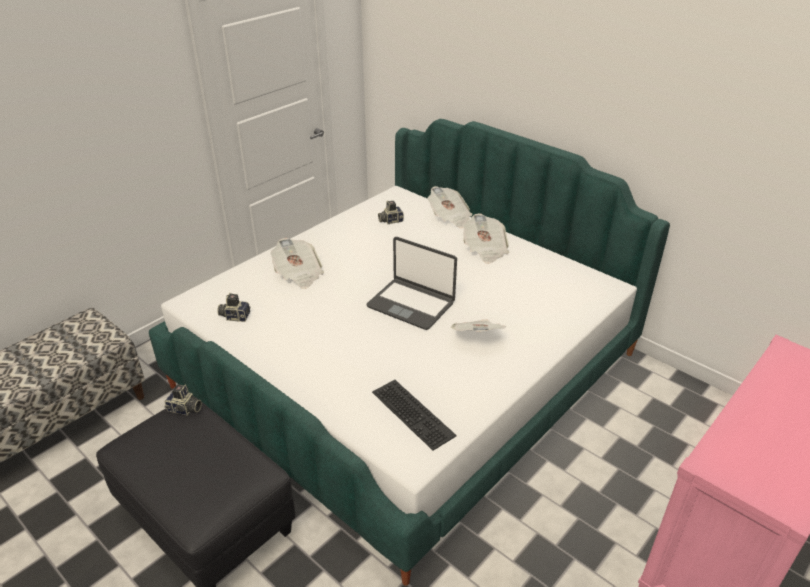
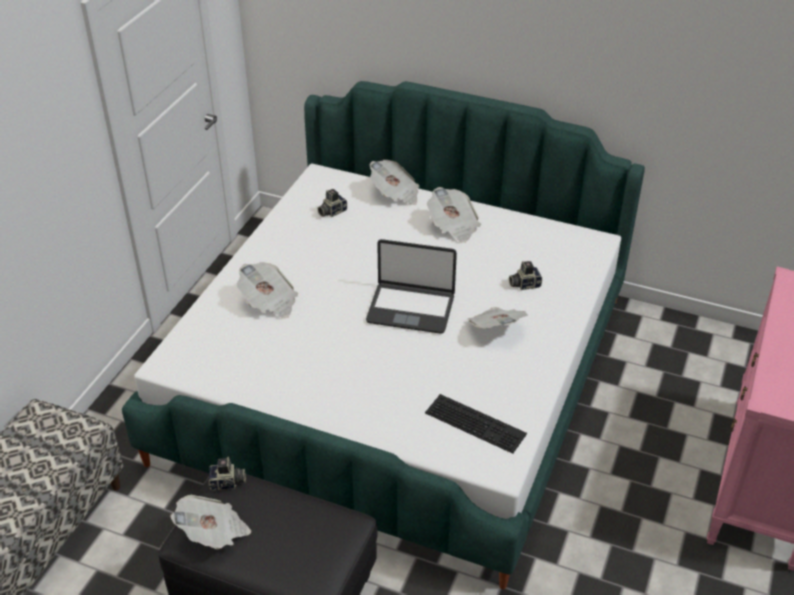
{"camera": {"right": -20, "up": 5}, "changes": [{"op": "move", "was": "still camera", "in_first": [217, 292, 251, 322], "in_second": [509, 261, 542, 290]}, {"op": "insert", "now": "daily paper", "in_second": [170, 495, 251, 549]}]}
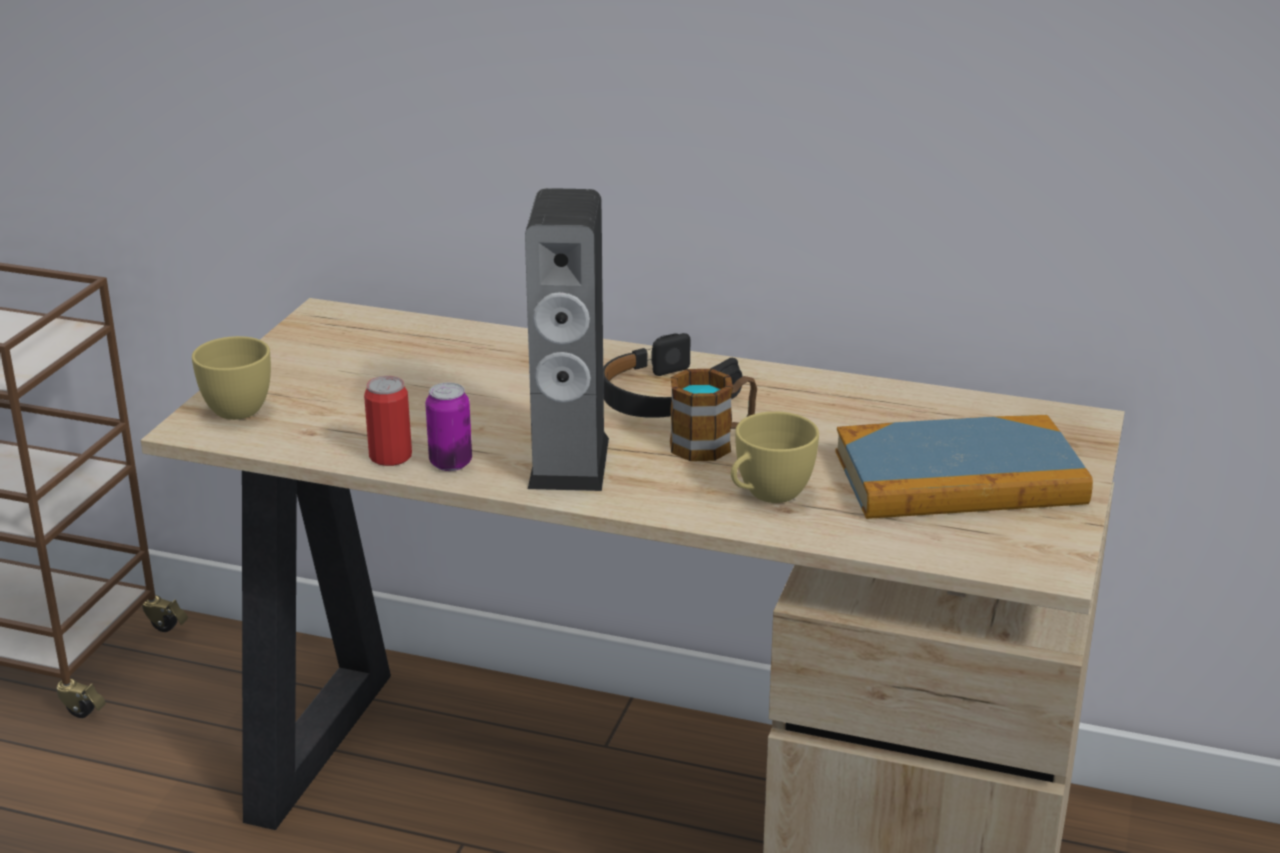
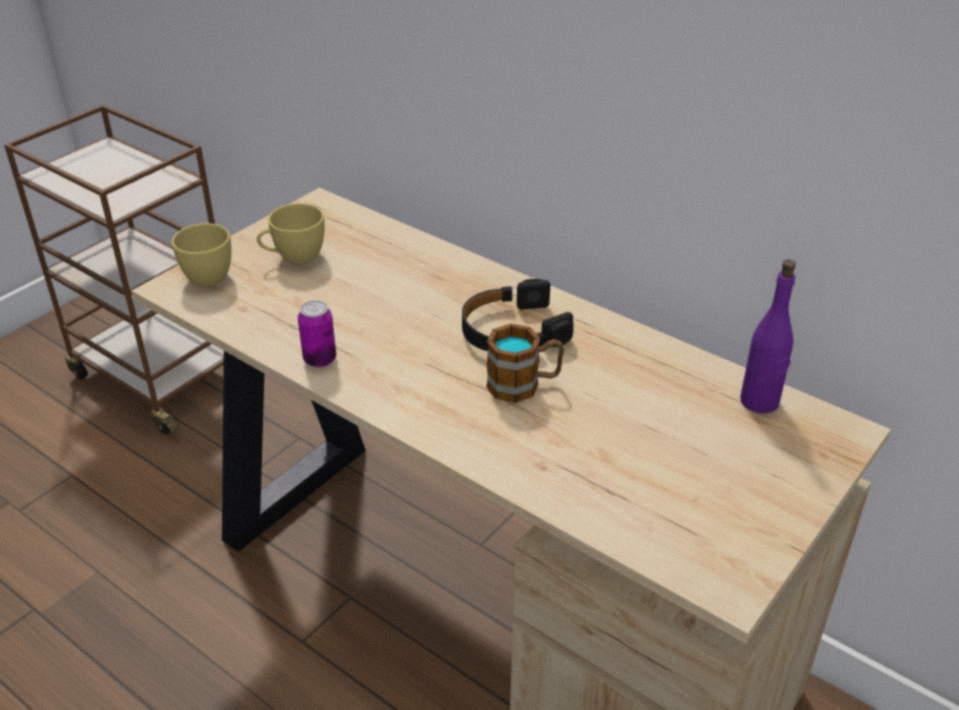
{"camera": {"right": 20, "up": 10}, "changes": [{"op": "delete", "was": "sealed can", "in_first": [364, 376, 412, 466]}, {"op": "delete", "was": "audio speaker", "in_first": [525, 188, 609, 491]}, {"op": "move", "was": "yellow small cup", "in_first": [731, 411, 819, 503], "in_second": [257, 203, 325, 265]}, {"op": "delete", "was": "bound book", "in_first": [836, 415, 1093, 519]}, {"op": "insert", "now": "purple beverage bottle", "in_second": [740, 259, 796, 413]}]}
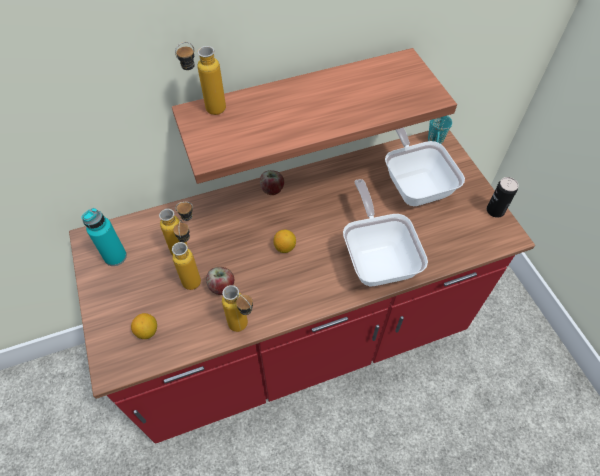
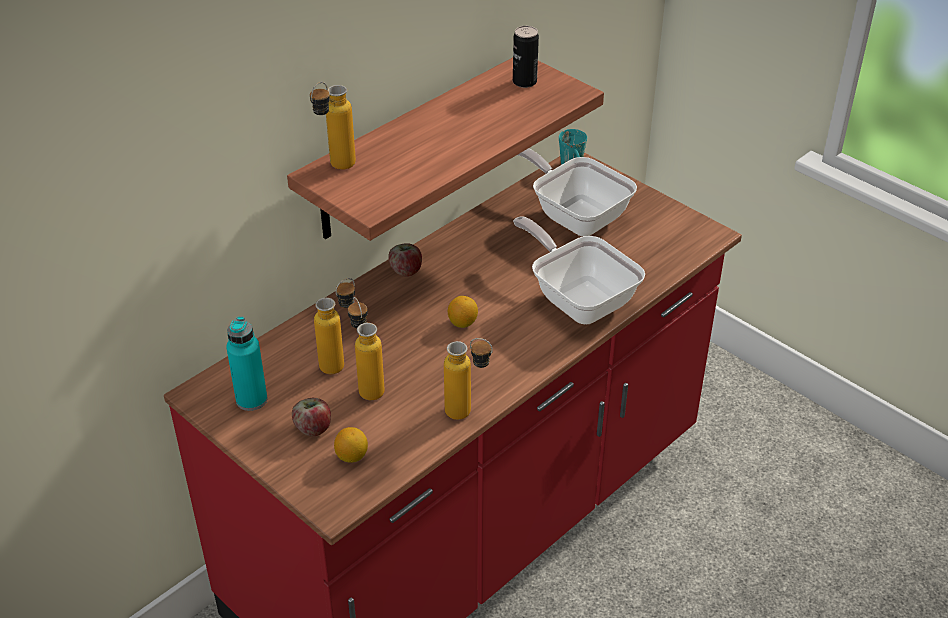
{"camera": {"right": -25, "up": -15}, "changes": [{"op": "move", "was": "apple", "in_first": [206, 267, 234, 295], "in_second": [292, 398, 331, 436]}, {"op": "move", "was": "sealed can", "in_first": [486, 177, 519, 218], "in_second": [513, 26, 539, 88]}]}
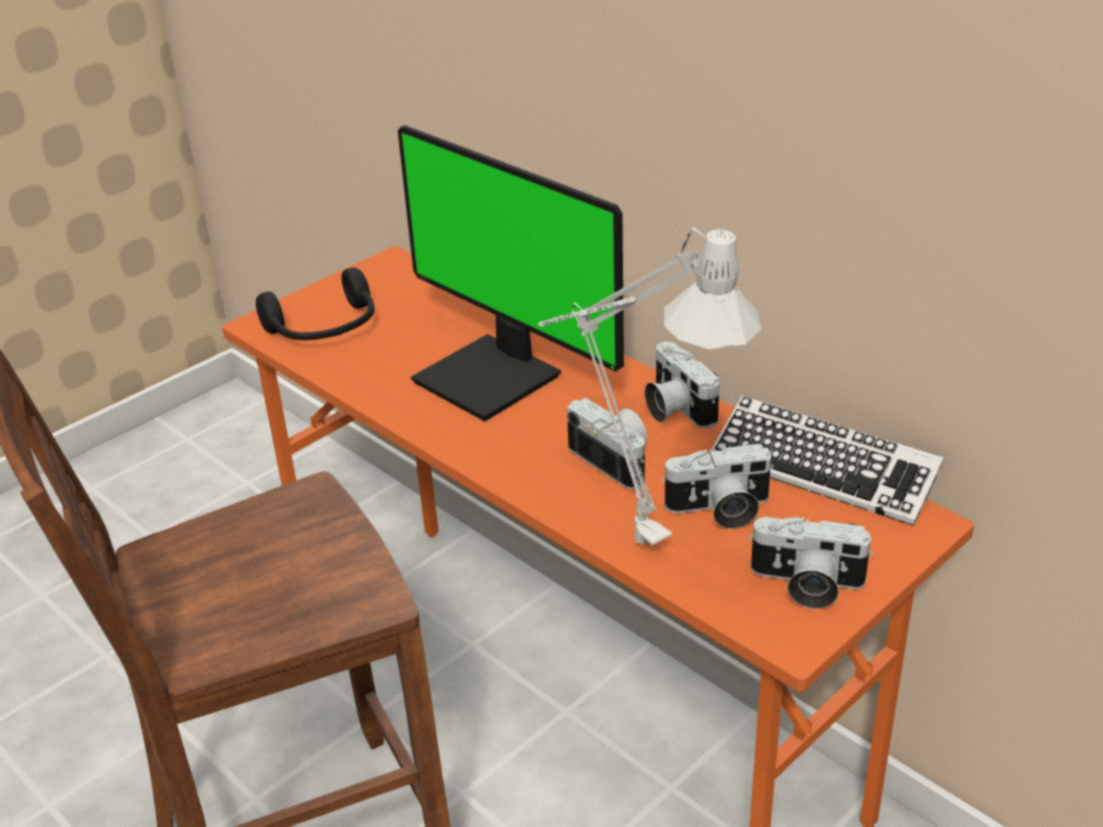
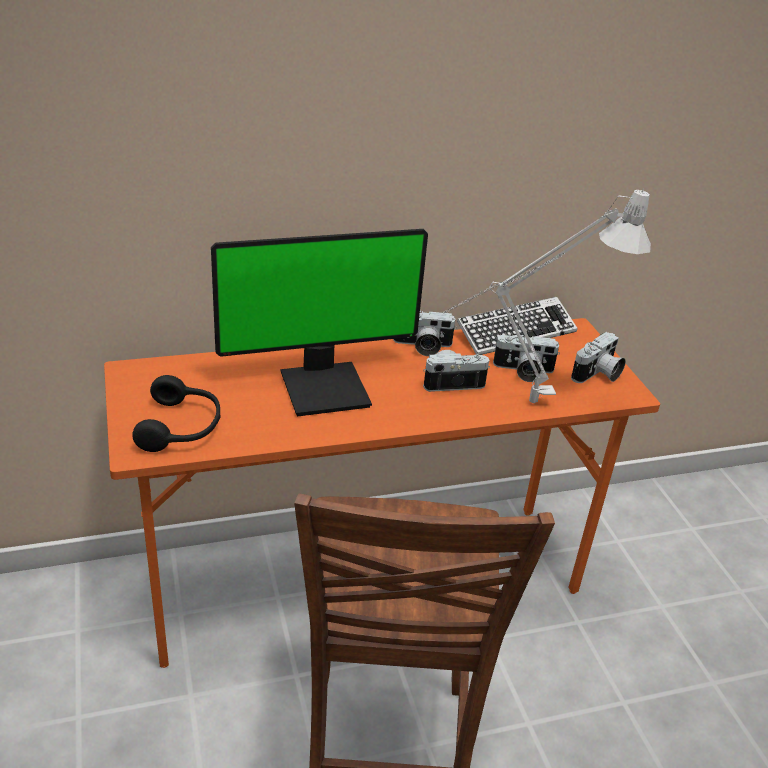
{"camera": {"right": -65, "up": 0}, "changes": [{"op": "rotate", "was": "still camera", "in_first": [661, 444, 774, 529], "in_second": [493, 335, 560, 382], "clockwise": 75}]}
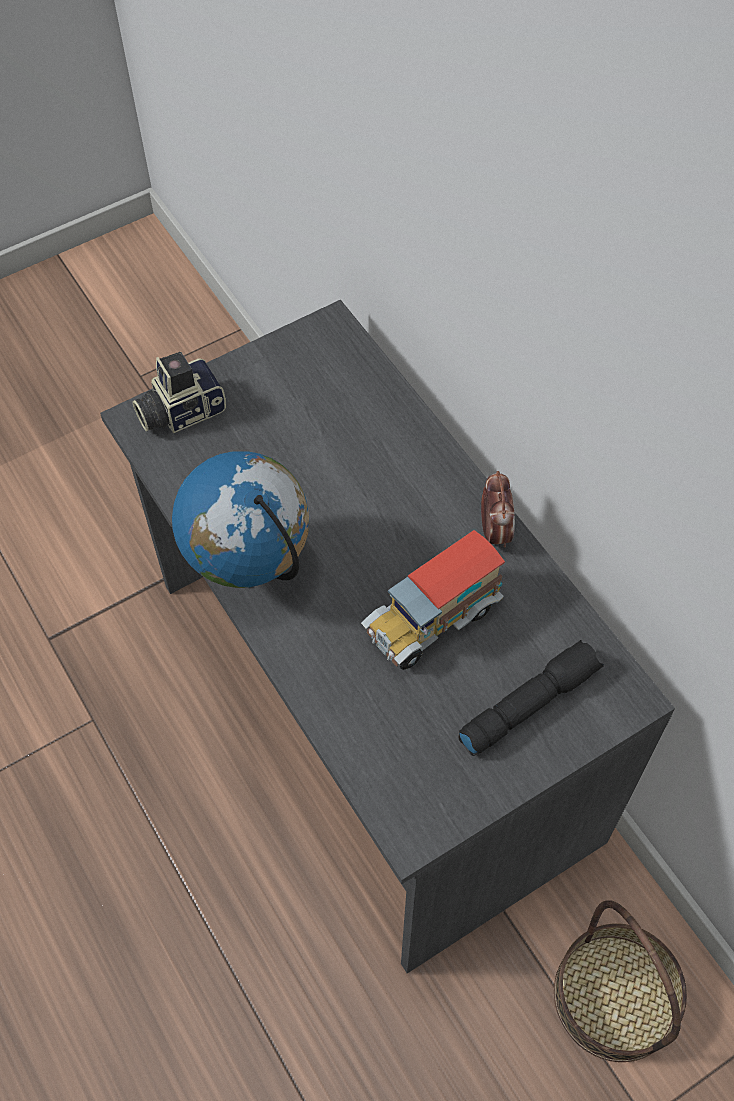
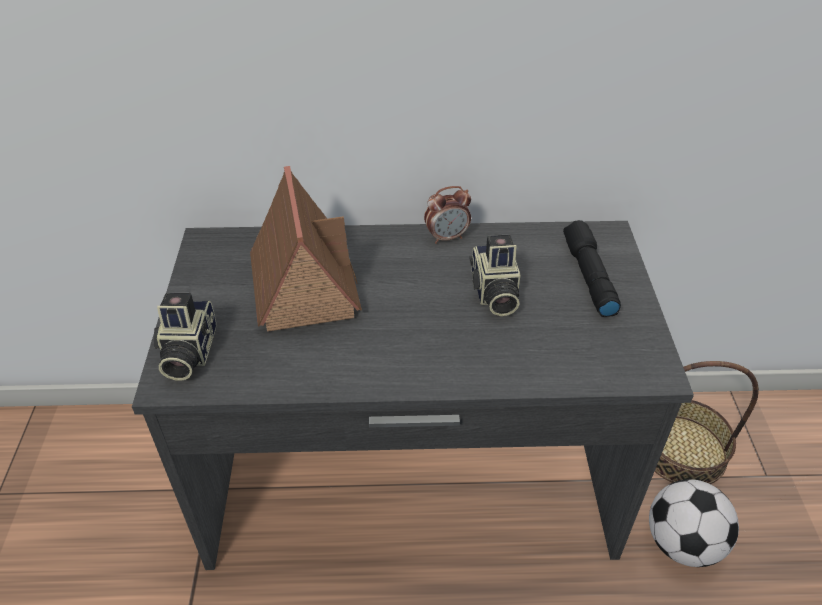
{"camera": {"right": -60, "up": -15}, "changes": [{"op": "delete", "was": "world globe", "in_first": [172, 451, 309, 588]}, {"op": "replace", "was": "model truck", "now": "still camera", "in_first": [361, 530, 505, 670], "in_second": [469, 234, 520, 316]}, {"op": "rotate", "was": "alarm clock", "in_first": [481, 471, 515, 547], "in_second": [424, 186, 471, 244], "clockwise": 135}, {"op": "insert", "now": "model house", "in_second": [250, 166, 362, 332]}, {"op": "insert", "now": "football", "in_second": [649, 479, 739, 567]}]}
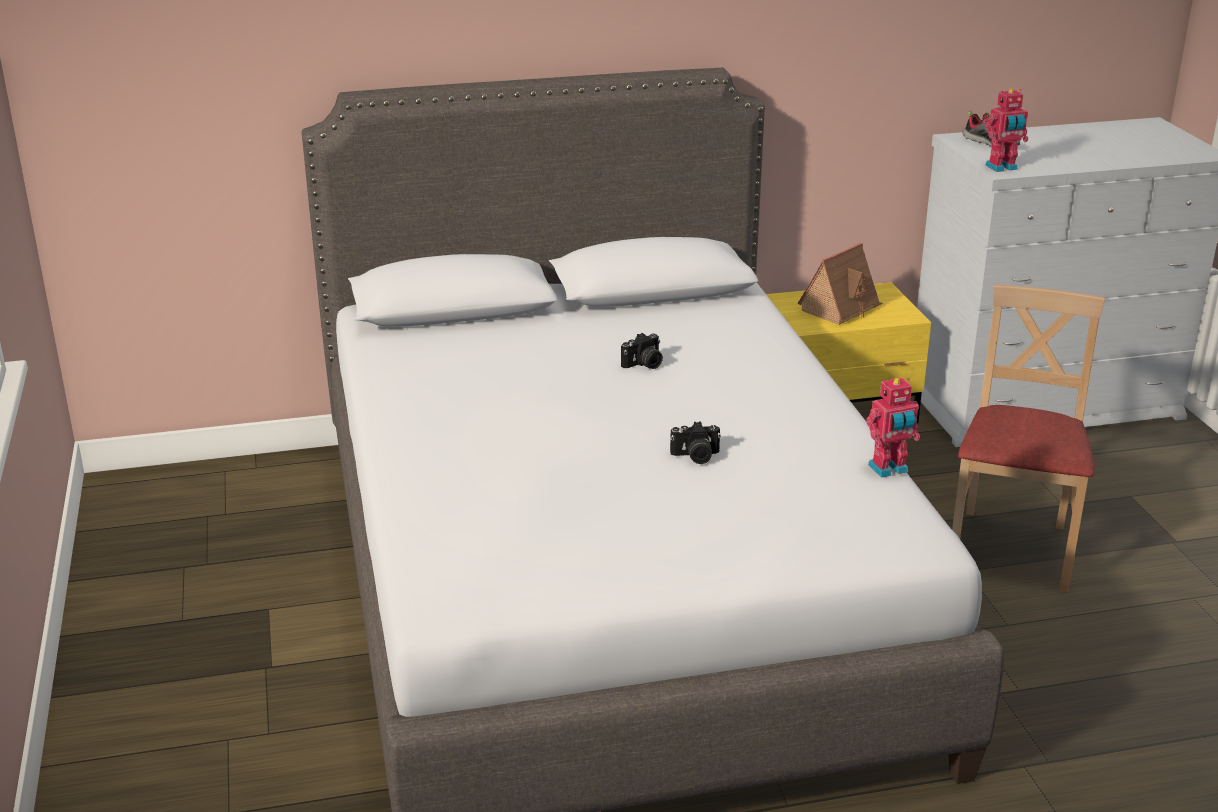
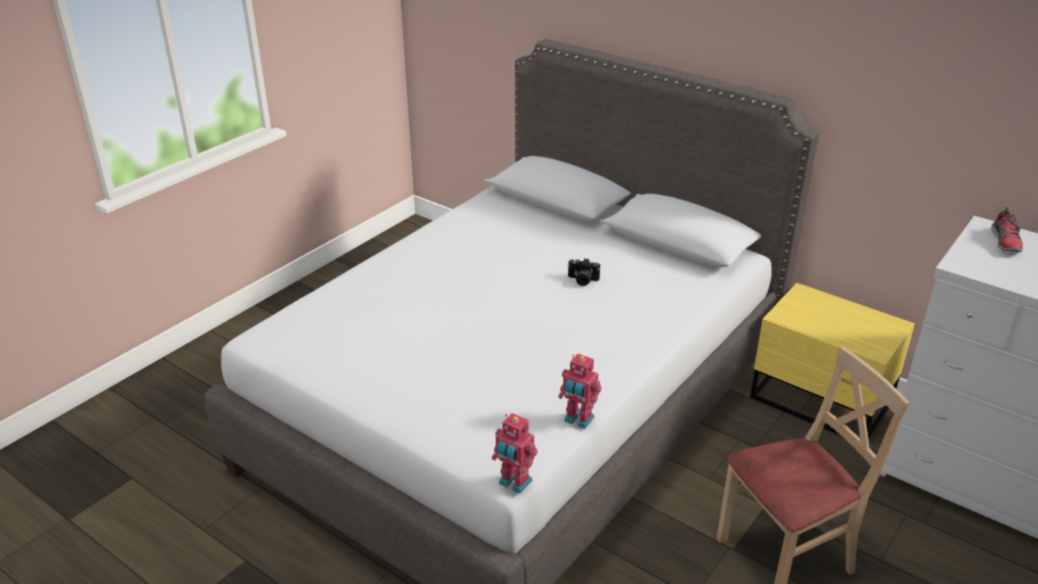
{"camera": {"right": 50, "up": 5}, "changes": [{"op": "delete", "was": "still camera", "in_first": [670, 421, 721, 464]}, {"op": "delete", "was": "model house", "in_first": [797, 243, 882, 325]}, {"op": "move", "was": "toy robot", "in_first": [985, 89, 1028, 172], "in_second": [492, 413, 538, 494]}]}
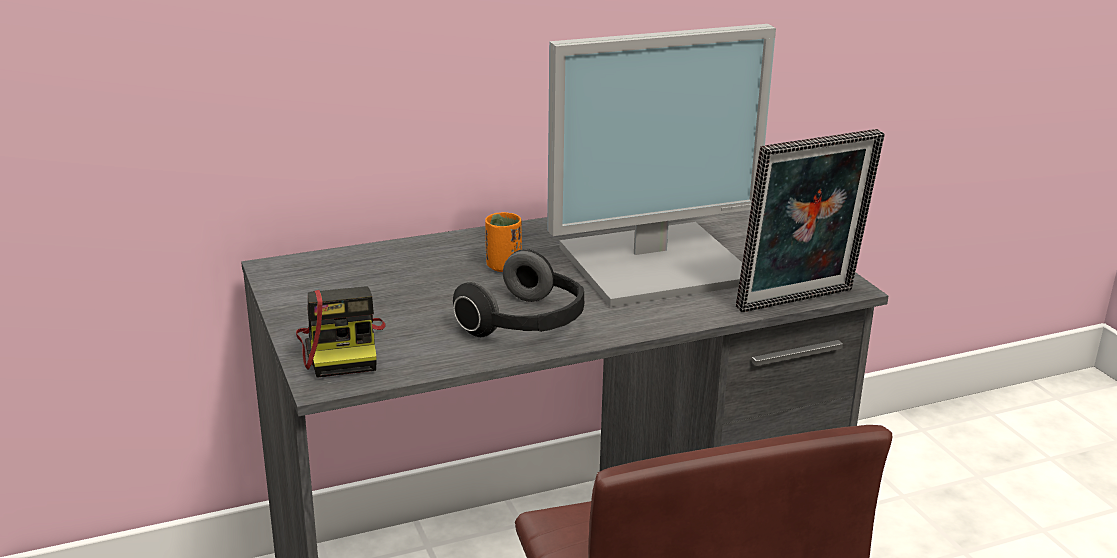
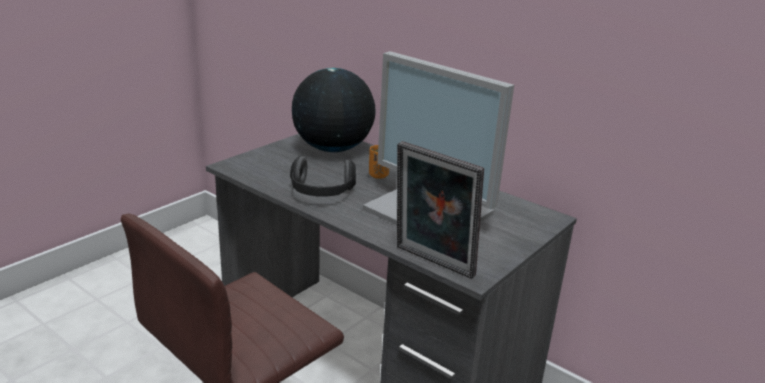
{"camera": {"right": 60, "up": 0}, "changes": [{"op": "delete", "was": "still camera", "in_first": [296, 286, 385, 378]}, {"op": "insert", "now": "world globe", "in_second": [292, 68, 376, 152]}]}
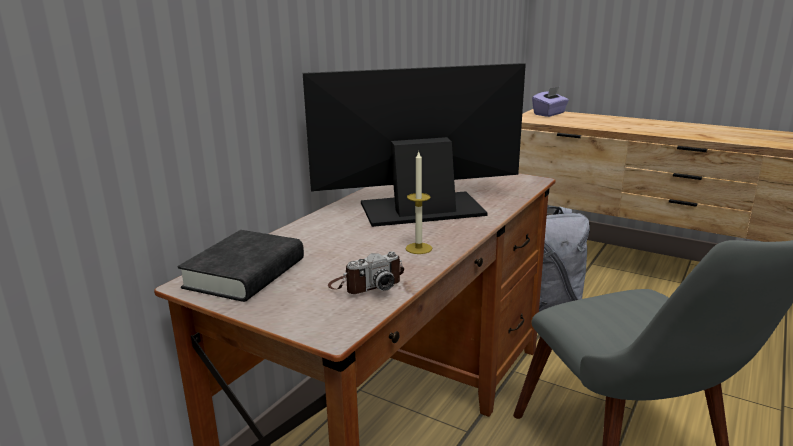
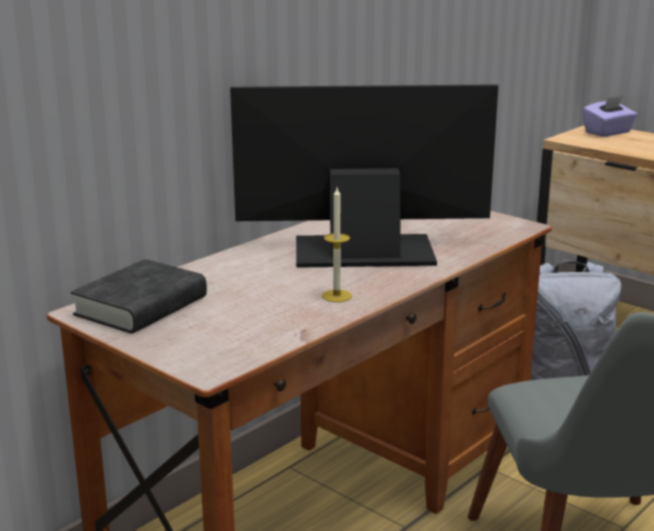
{"camera": {"right": 10, "up": 0}, "changes": [{"op": "delete", "was": "still camera", "in_first": [328, 251, 404, 294]}]}
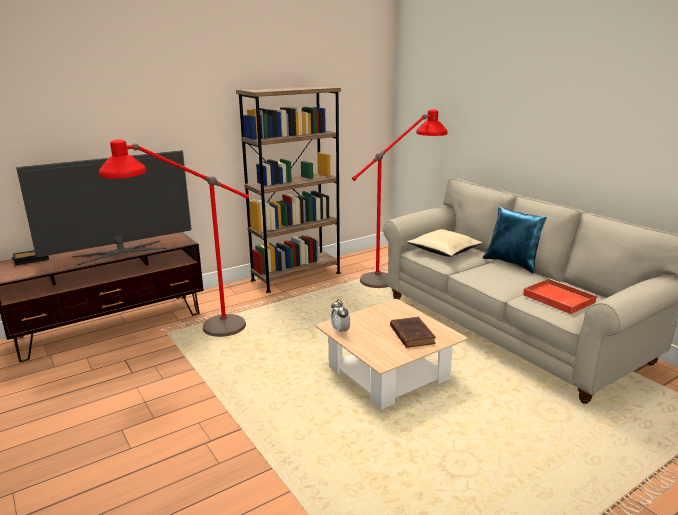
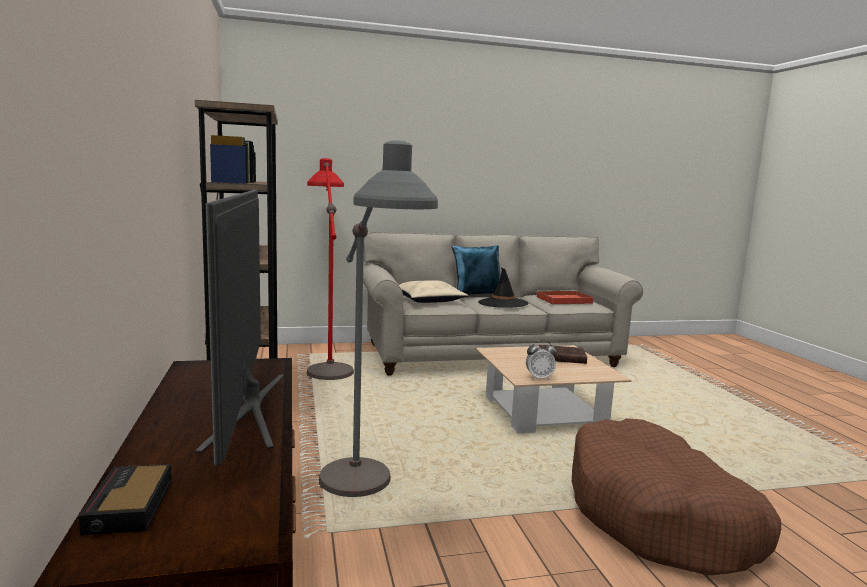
{"camera": {"right": -70, "up": -10}, "changes": [{"op": "recolor", "was": "red-coloured floor lamp", "now": "greyish floor lamp", "in_first": [99, 139, 249, 337], "in_second": [319, 140, 438, 497]}, {"op": "insert", "now": "blackish hat", "in_second": [478, 268, 529, 308]}, {"op": "insert", "now": "brownish dog bed", "in_second": [572, 418, 781, 575]}]}
